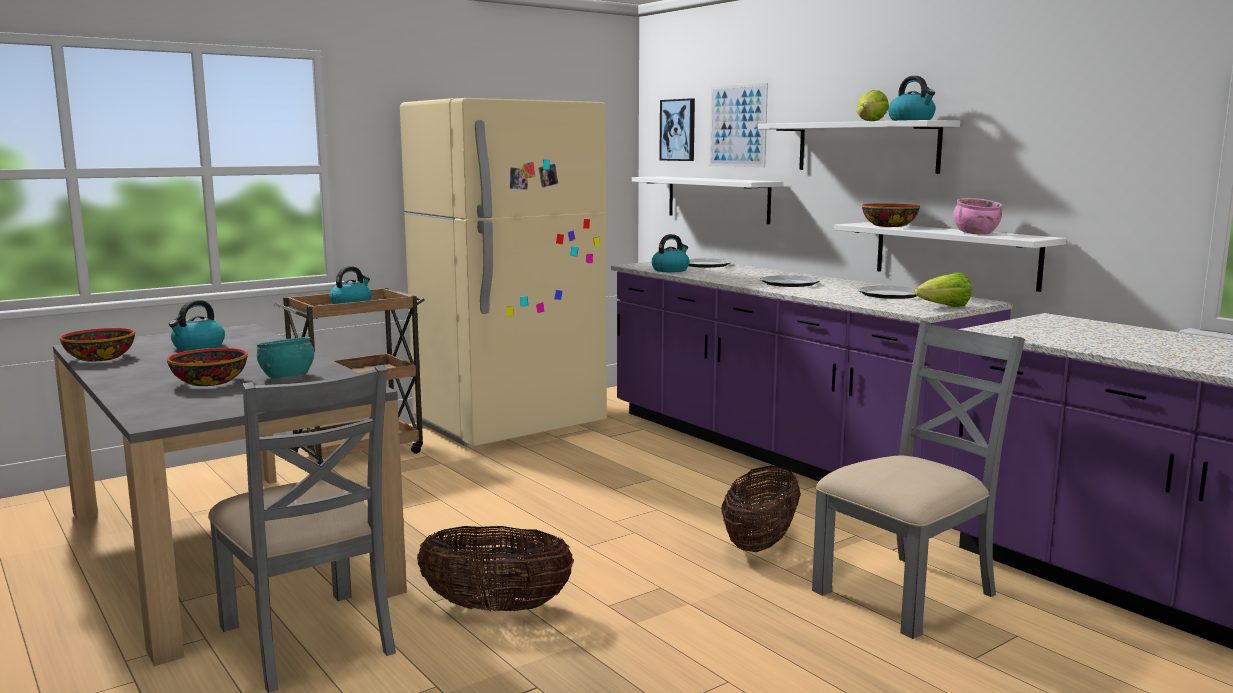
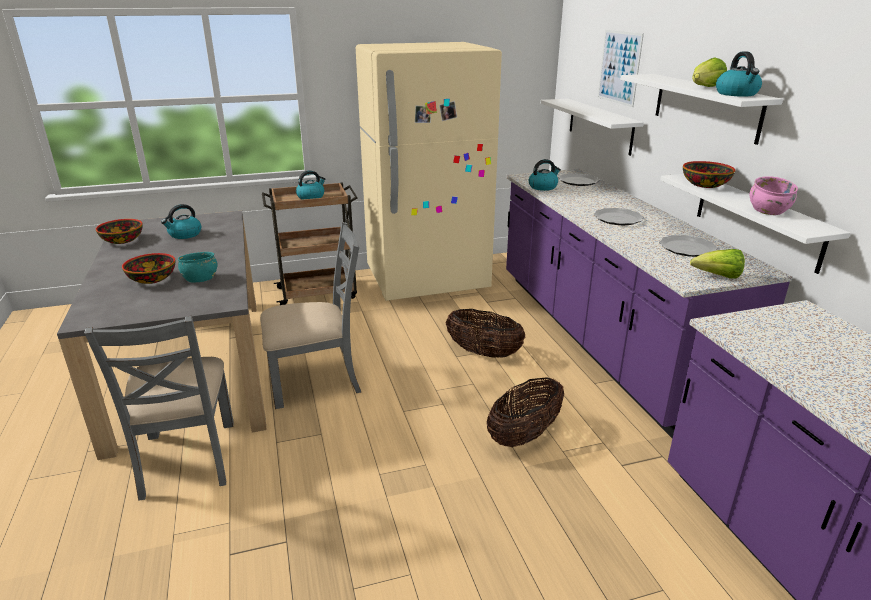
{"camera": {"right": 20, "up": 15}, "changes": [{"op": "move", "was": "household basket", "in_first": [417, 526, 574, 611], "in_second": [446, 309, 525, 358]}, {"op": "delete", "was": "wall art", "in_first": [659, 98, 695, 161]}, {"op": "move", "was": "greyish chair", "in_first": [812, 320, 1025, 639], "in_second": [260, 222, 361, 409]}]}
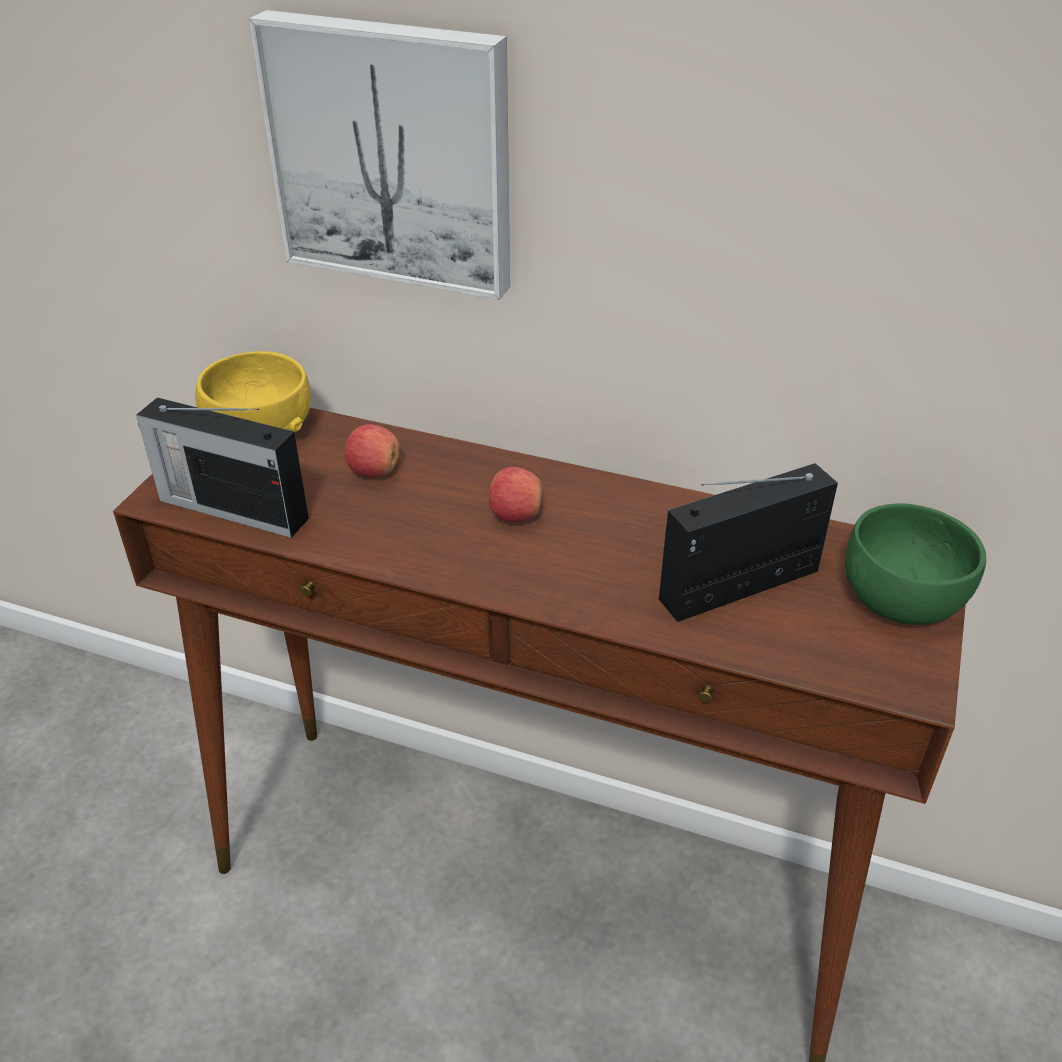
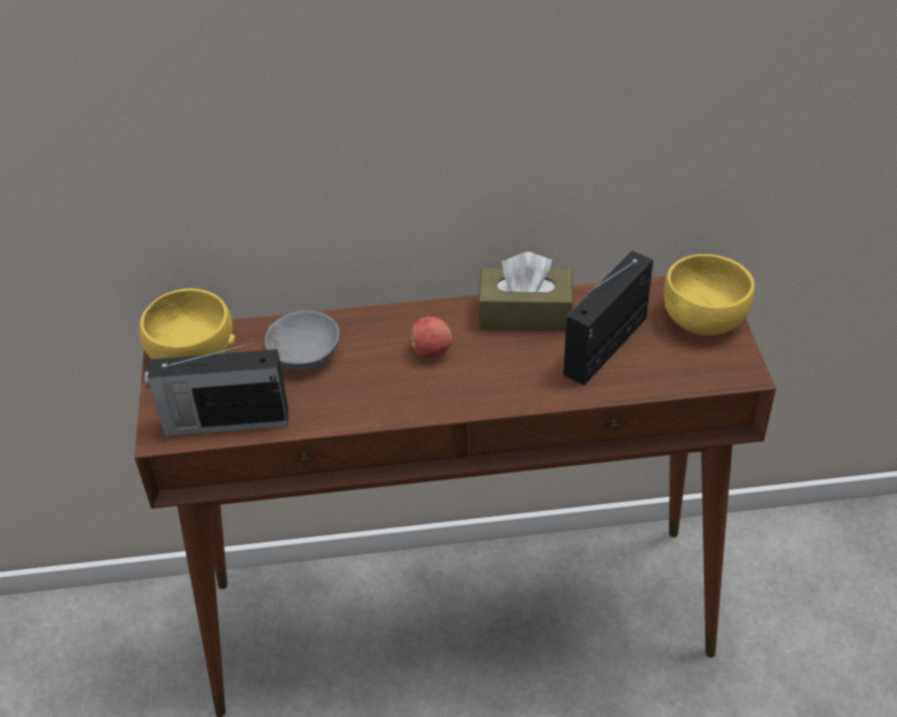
{"camera": {"right": -25, "up": 5}, "changes": [{"op": "delete", "was": "wall art", "in_first": [249, 10, 510, 300]}, {"op": "replace", "was": "apple", "now": "greyish bowl", "in_first": [345, 424, 400, 477], "in_second": [265, 311, 339, 370]}, {"op": "recolor", "was": "green-coloured bowl", "now": "yellow bowl", "in_first": [845, 503, 986, 625], "in_second": [664, 254, 755, 335]}, {"op": "insert", "now": "brownish tissue box", "in_second": [478, 252, 573, 331]}]}
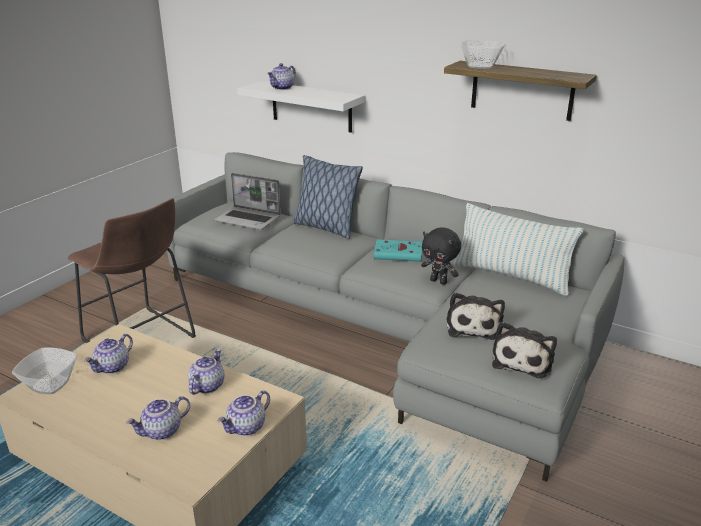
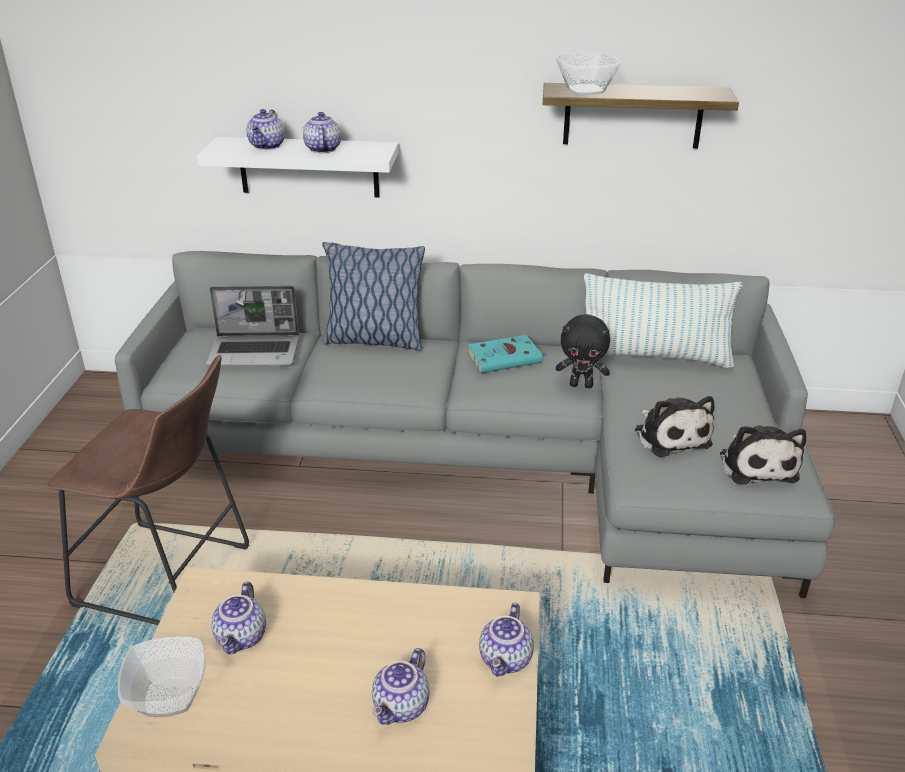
{"camera": {"right": -25, "up": 5}, "changes": [{"op": "move", "was": "tea pot", "in_first": [188, 349, 224, 395], "in_second": [303, 112, 341, 153]}]}
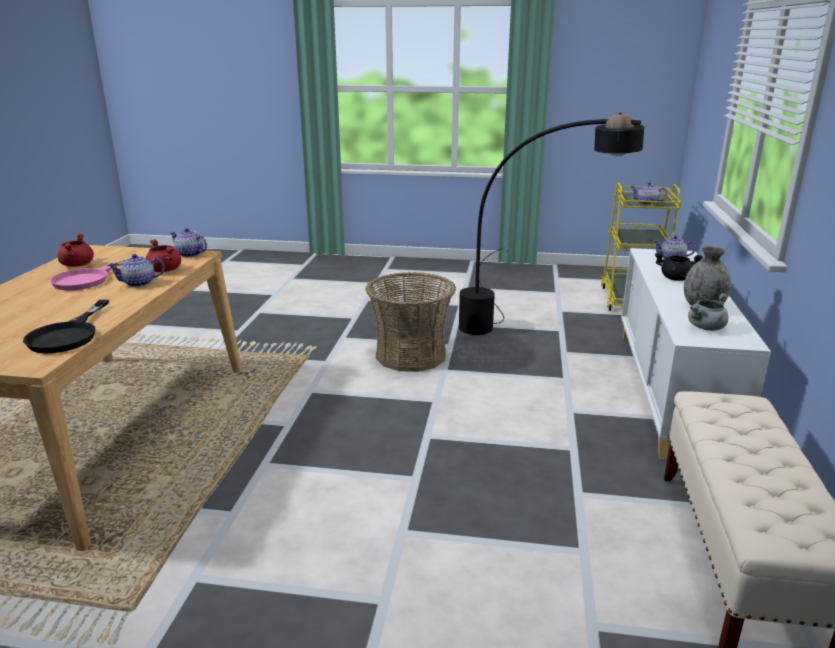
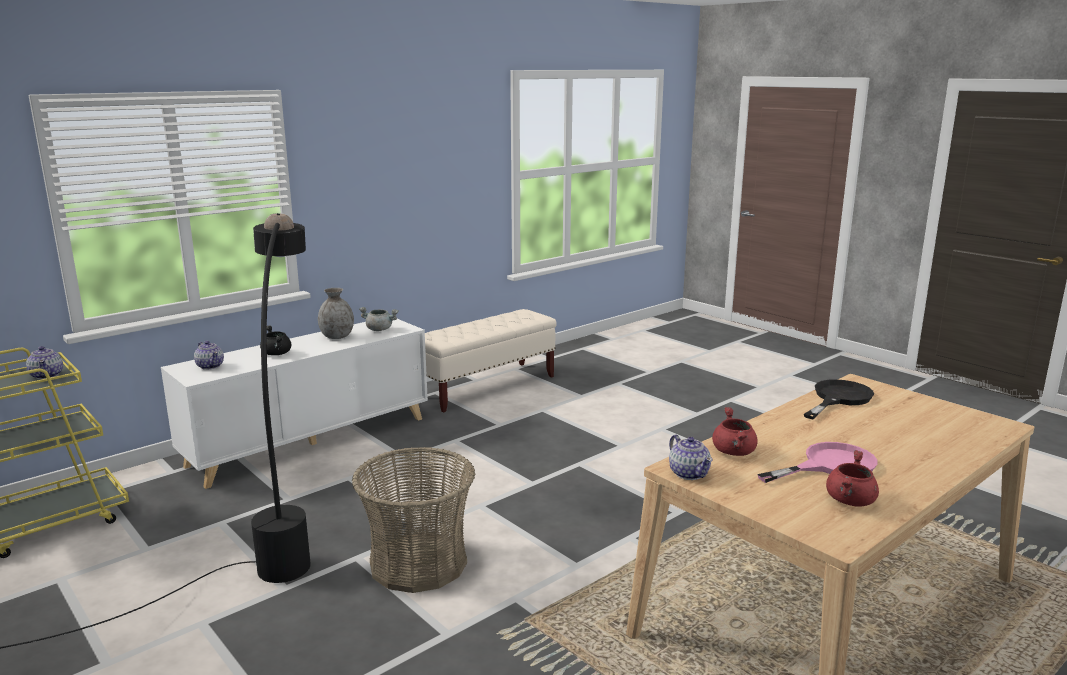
{"camera": {"right": -140, "up": -5}, "changes": [{"op": "delete", "was": "tea pot", "in_first": [108, 254, 165, 287]}]}
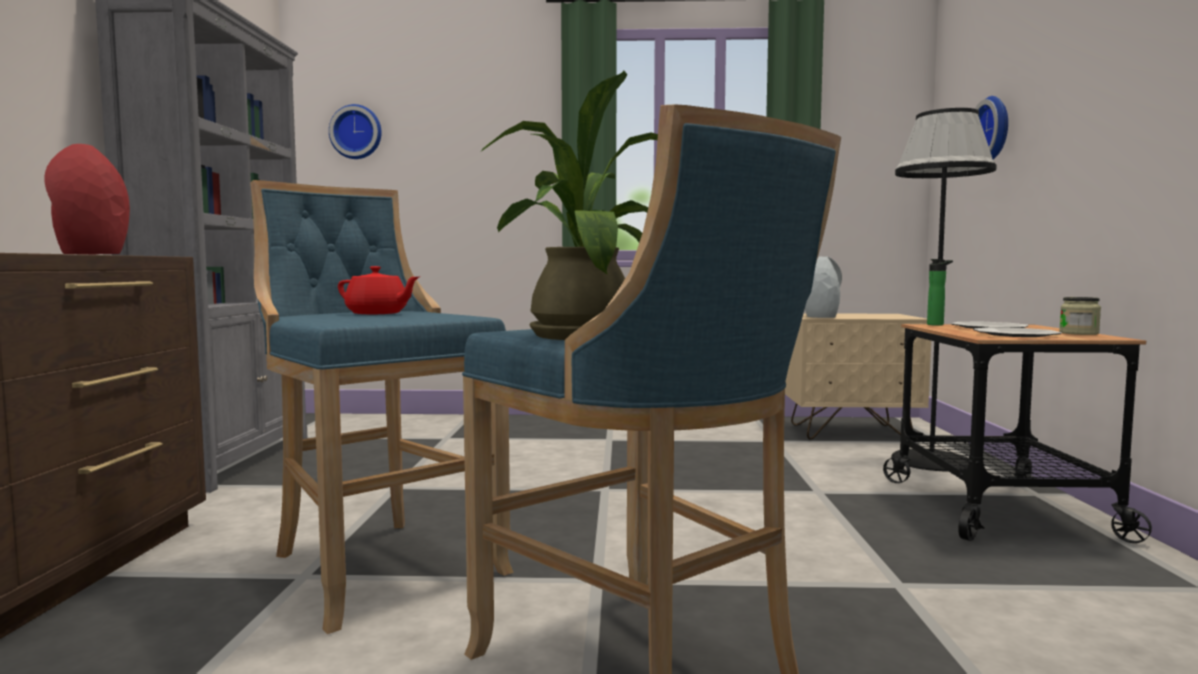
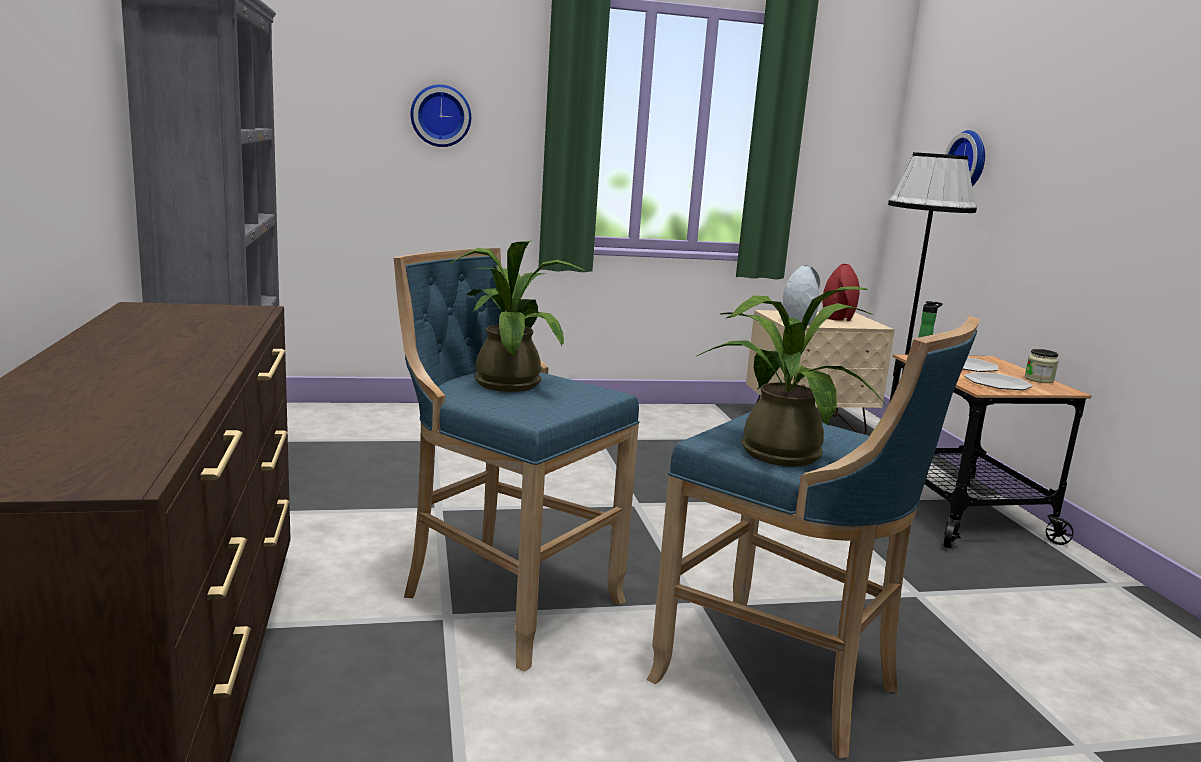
{"camera": {"right": -15, "up": 10}, "changes": [{"op": "move", "was": "red-coloured decorative vase", "in_first": [44, 144, 130, 254], "in_second": [822, 264, 860, 321]}, {"op": "move", "was": "clock on the wall", "in_first": [329, 104, 382, 159], "in_second": [411, 84, 471, 147]}, {"op": "replace", "was": "red-coloured tea pot", "now": "potted plant", "in_first": [338, 266, 419, 314], "in_second": [450, 241, 585, 392]}]}
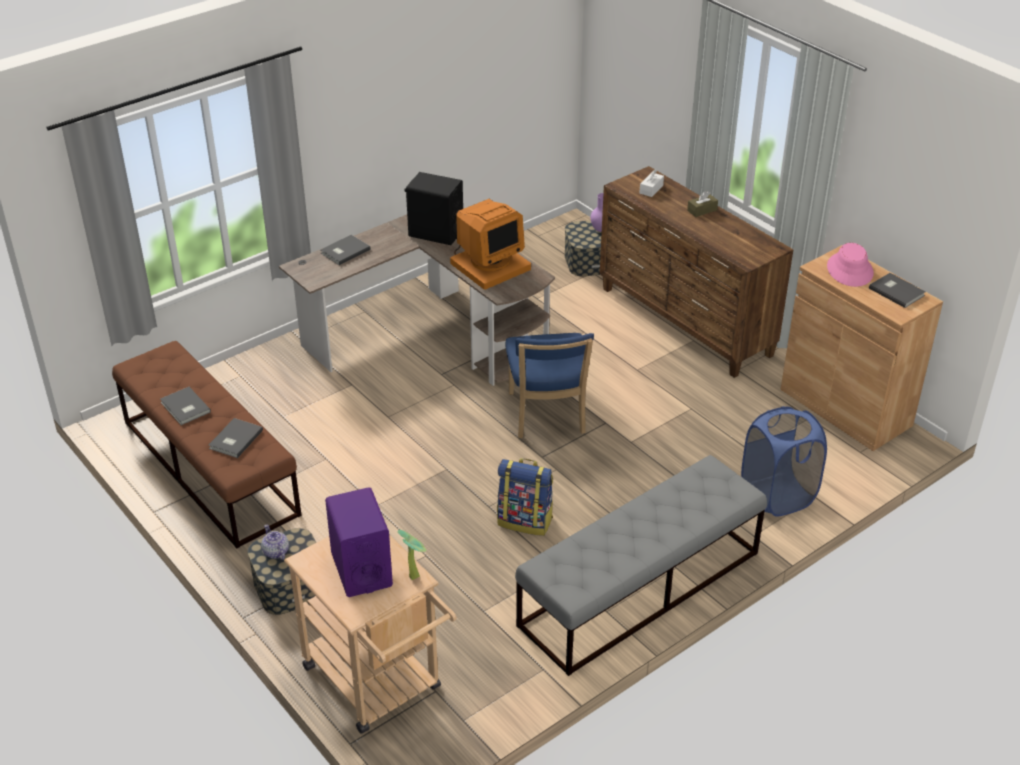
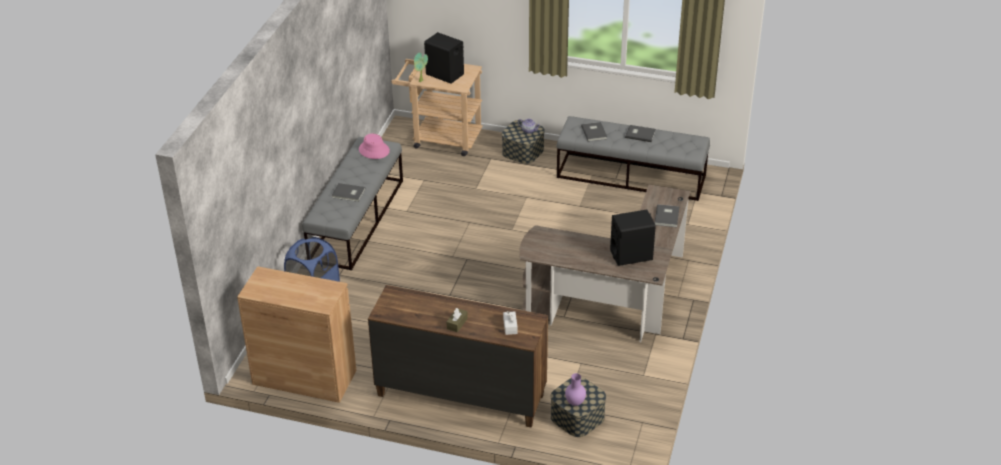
{"camera": {"right": 145, "up": 0}, "changes": [{"op": "recolor", "was": "brownish bench", "now": "greyish bench", "in_first": [112, 341, 302, 549], "in_second": [556, 116, 710, 201]}, {"op": "recolor", "was": "purple audio speaker", "now": "blackish audio speaker", "in_first": [325, 487, 393, 597], "in_second": [424, 32, 464, 84]}, {"op": "delete", "was": "computer screen", "in_first": [450, 199, 531, 290]}, {"op": "delete", "was": "backpack", "in_first": [497, 458, 553, 536]}, {"op": "delete", "was": "blue chair", "in_first": [505, 333, 594, 438]}, {"op": "move", "was": "pinkish hat", "in_first": [827, 243, 874, 287], "in_second": [359, 134, 390, 159]}, {"op": "move", "was": "greyish bound book", "in_first": [869, 273, 925, 308], "in_second": [331, 183, 365, 202]}]}
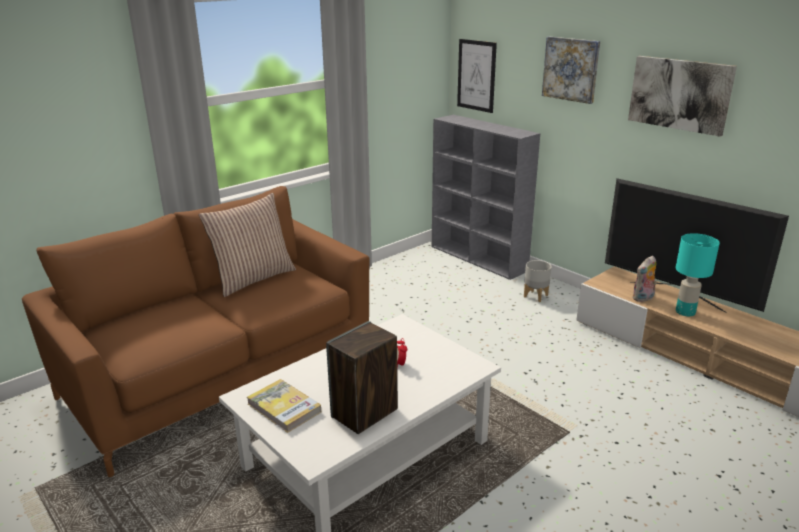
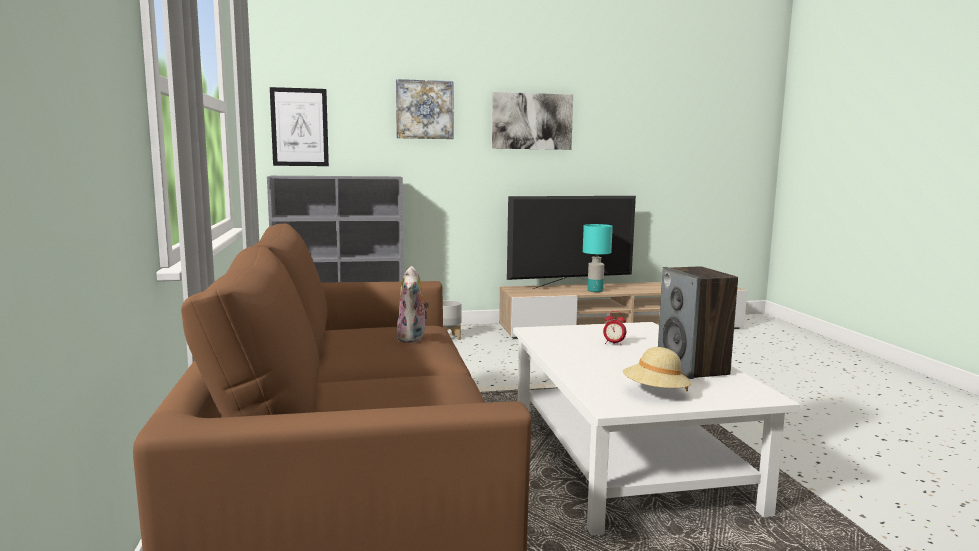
{"camera": {"right": -60, "up": -15}, "changes": [{"op": "delete", "was": "throw pillow", "in_first": [199, 193, 296, 297]}, {"op": "replace", "was": "bound book", "now": "beige hat", "in_first": [247, 379, 321, 433], "in_second": [623, 347, 691, 391]}, {"op": "move", "was": "plush toy", "in_first": [633, 256, 657, 302], "in_second": [397, 266, 430, 343]}]}
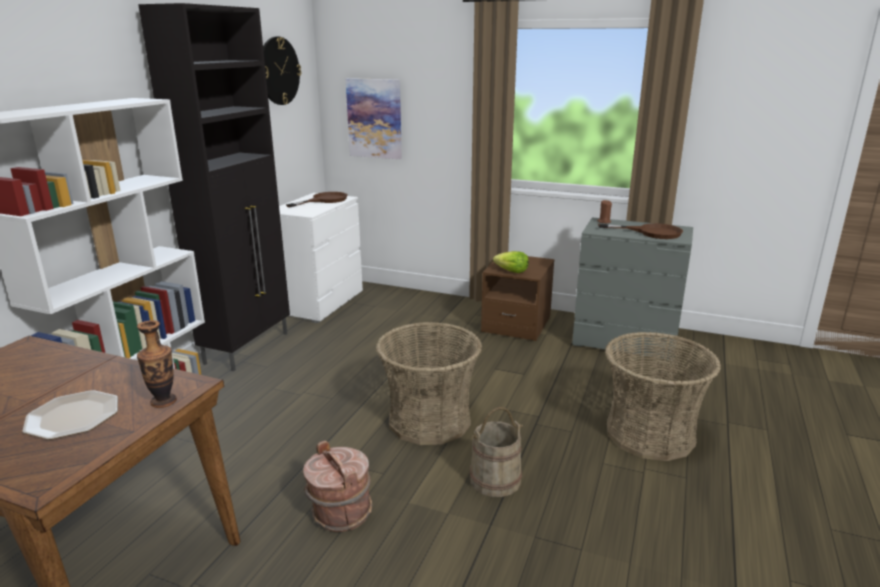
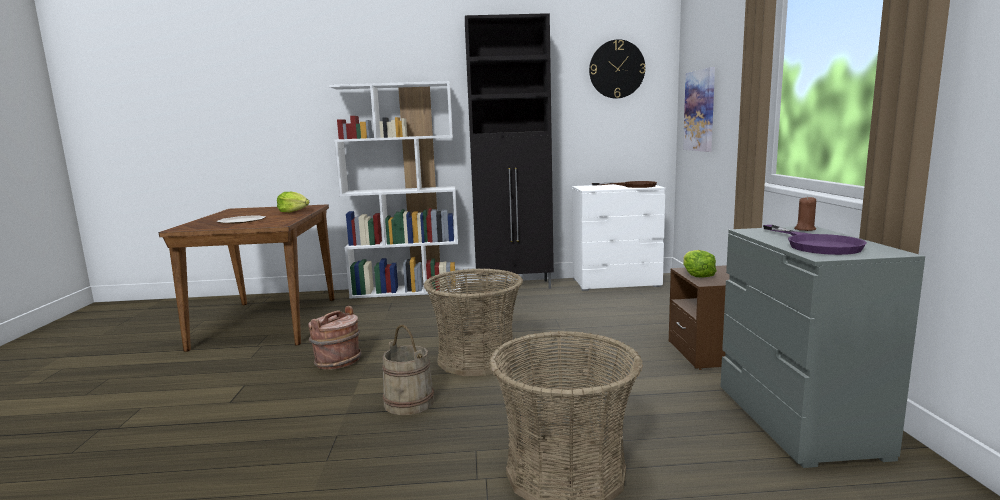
{"camera": {"right": 65, "up": -10}, "changes": [{"op": "delete", "was": "decorative vase", "in_first": [137, 320, 177, 408]}, {"op": "recolor", "was": "brownish pan", "now": "purple pan", "in_first": [598, 223, 683, 239], "in_second": [763, 225, 867, 255]}, {"op": "insert", "now": "lettuce head", "in_second": [277, 192, 309, 212]}]}
